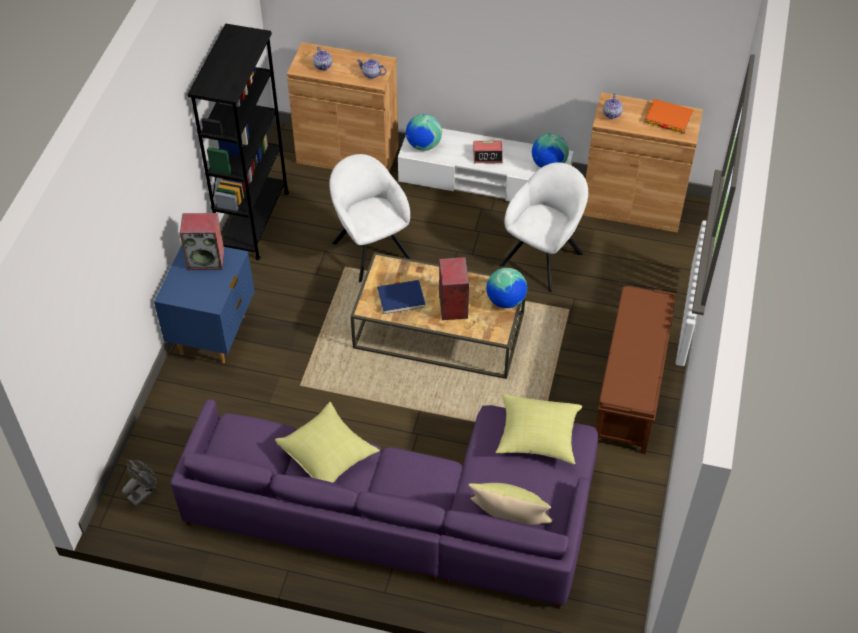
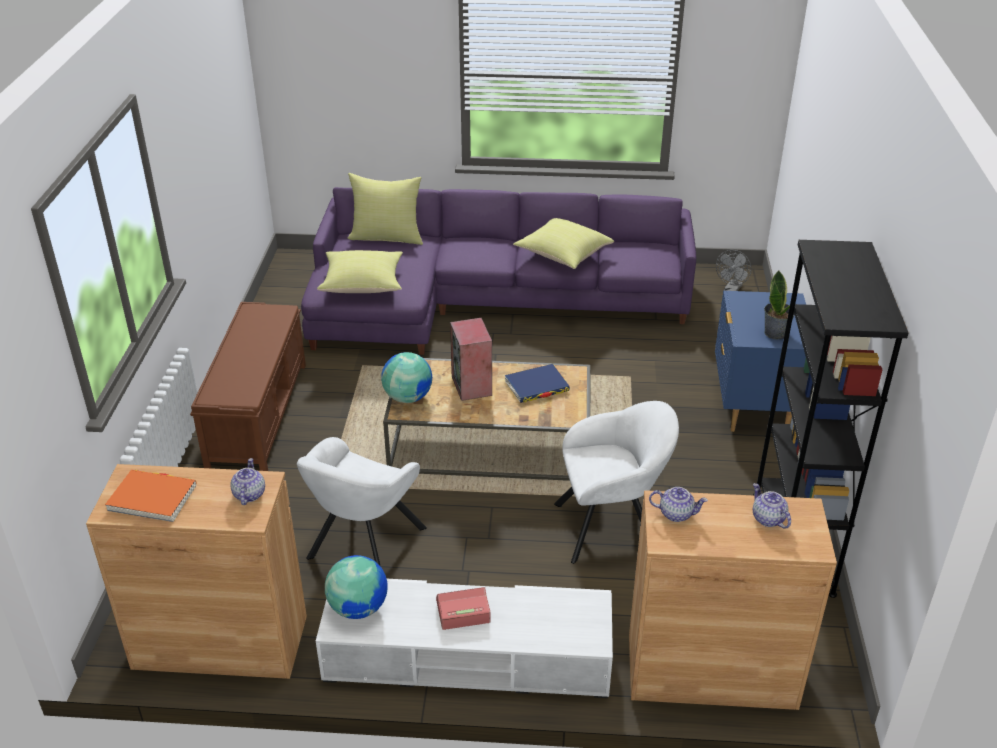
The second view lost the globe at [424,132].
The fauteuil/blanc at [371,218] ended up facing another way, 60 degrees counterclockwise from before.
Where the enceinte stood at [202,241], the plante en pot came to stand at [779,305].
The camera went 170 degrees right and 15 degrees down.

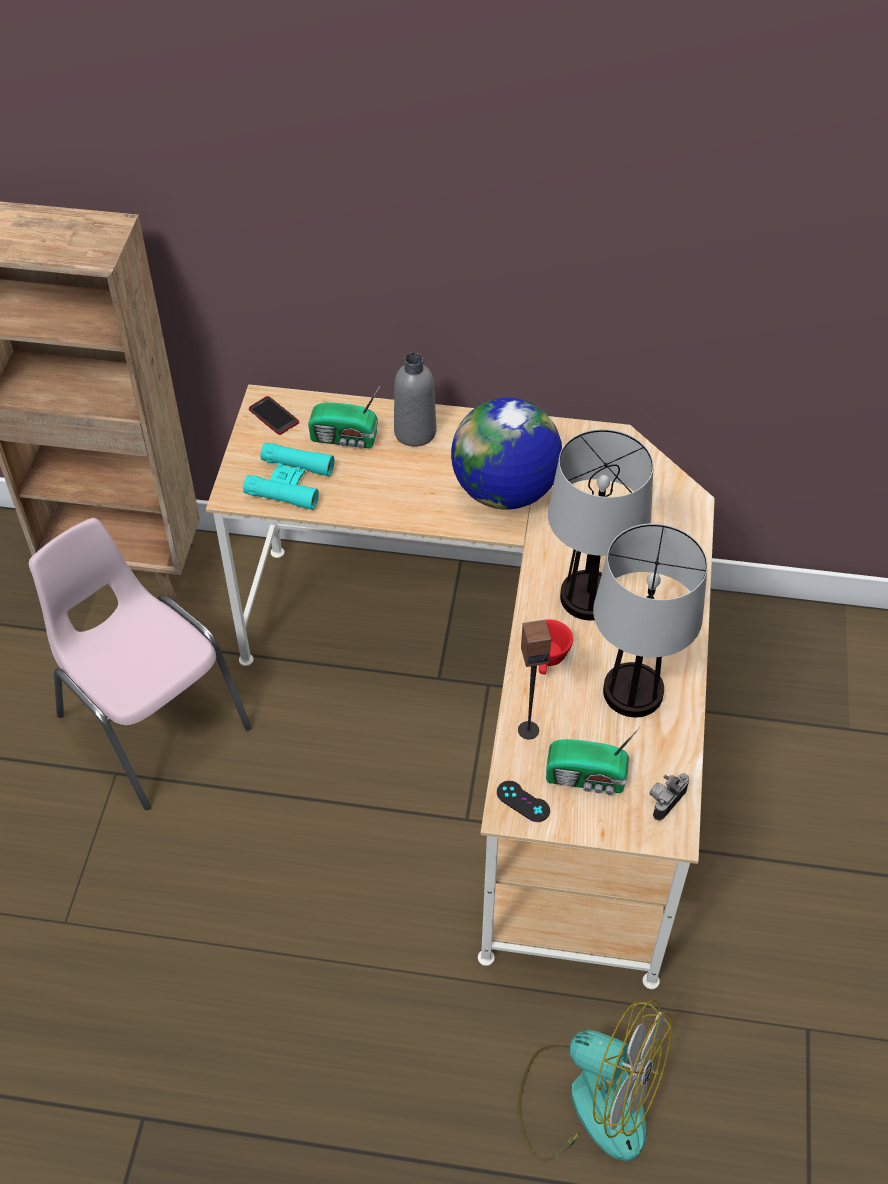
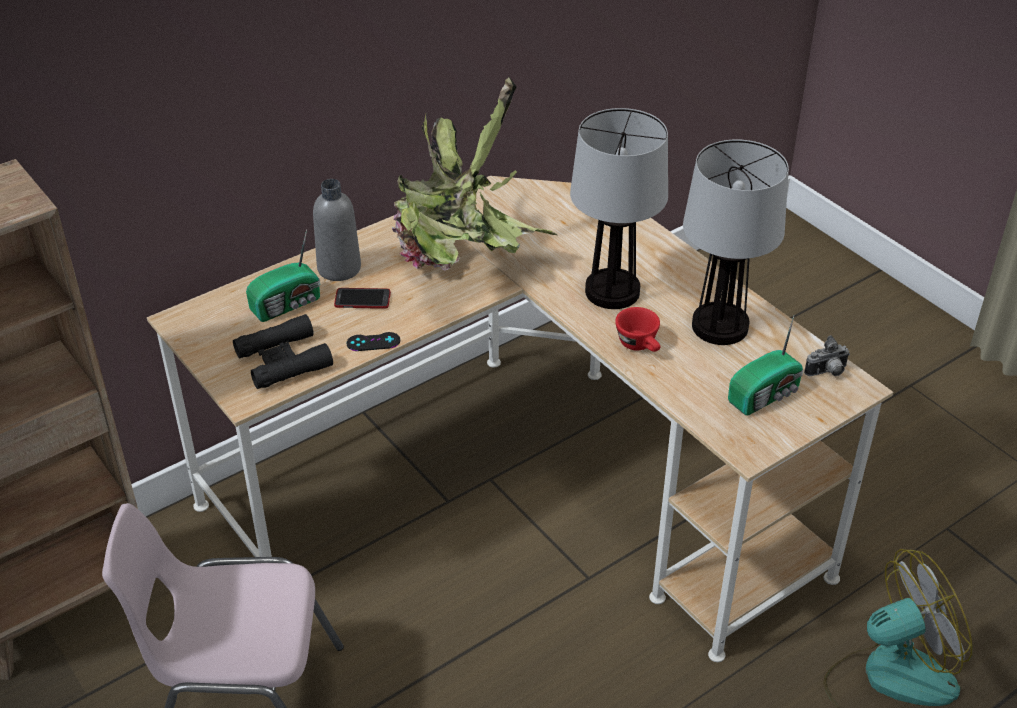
The téléphone ended up elsewhere, having gone from [274,415] to [362,298].
Where the globe stood at [506,454], the plante en pot came to stand at [474,174].
What was the jumelles/turquoise at [288,476] turned into the jumelles/noir at [283,351].
The second view lost the enceinte at [534,679].
The appareil photo at [669,797] ended up facing another way, 105 degrees counterclockwise from before.
The manette/noir ended up elsewhere, having gone from [523,801] to [373,341].
The camera went 45 degrees left and 10 degrees down.

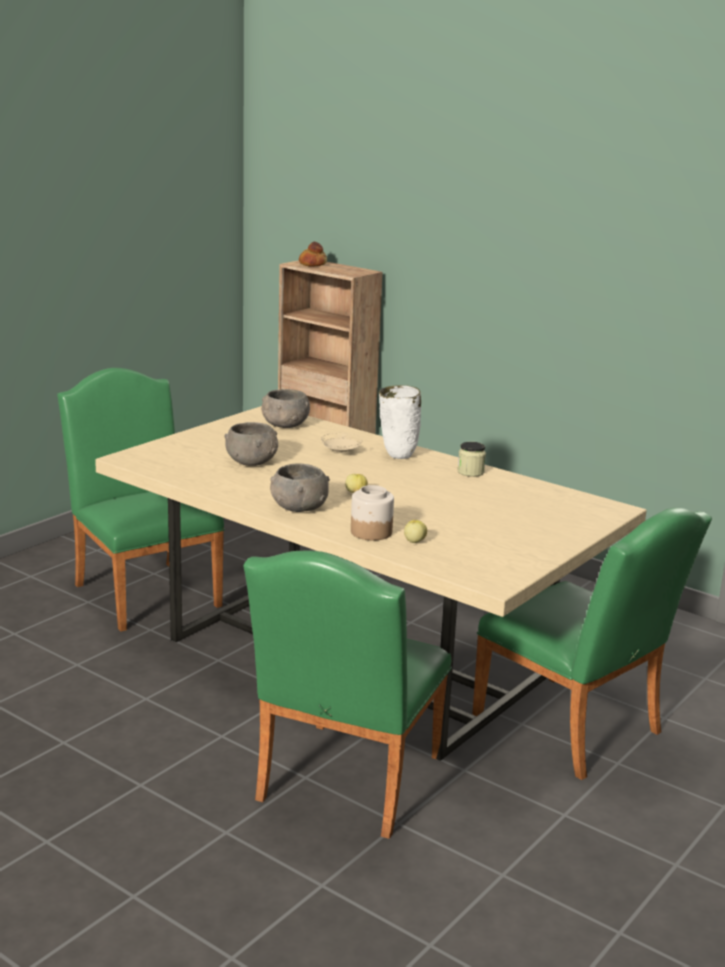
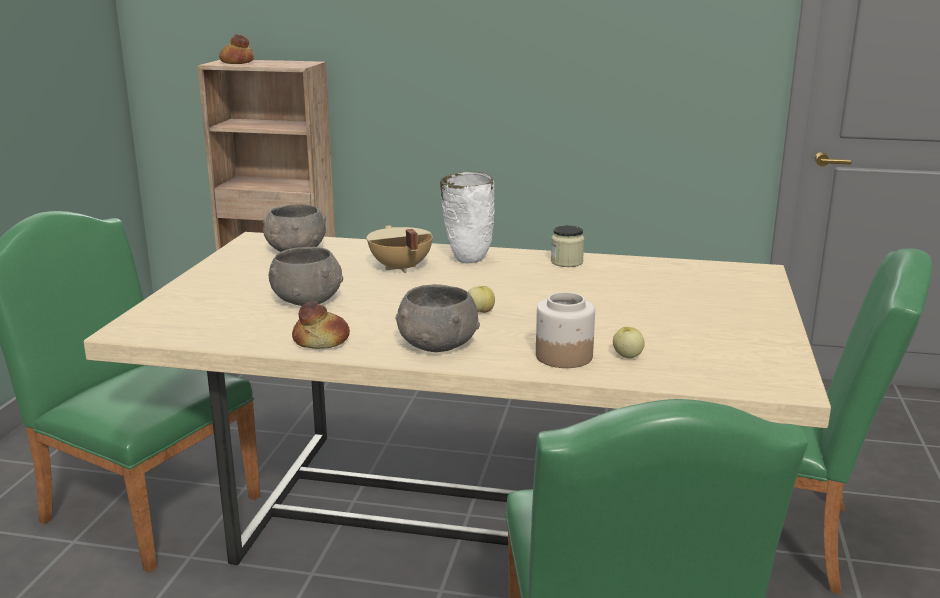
Where the assiette/beige stood at [342,443], the marmite/beige came to stand at [400,249].
The second view gained the pain at [321,325].
The camera went 25 degrees left and 0 degrees up.

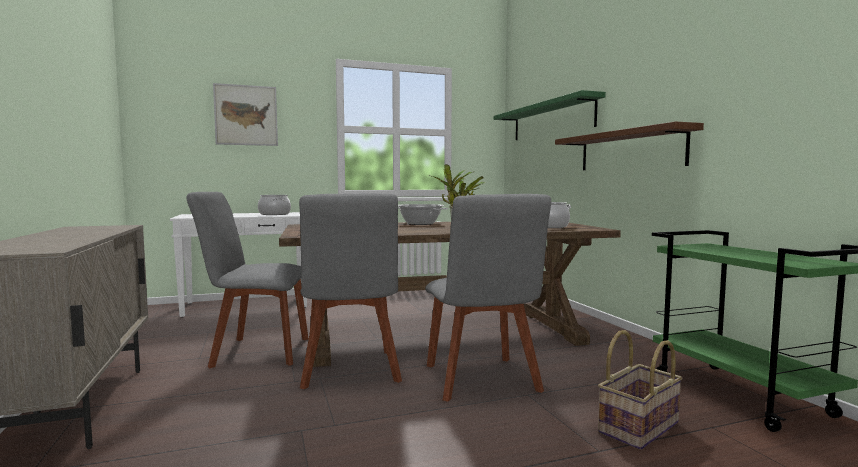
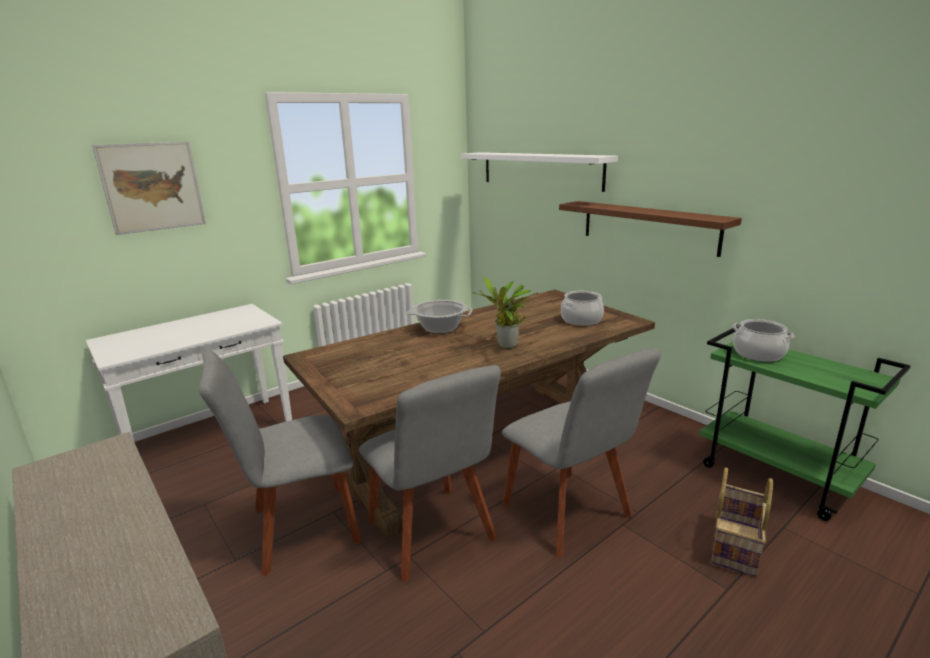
What was the étagère/vert at [550,115] turned into the étagère/blanc at [539,172].
The marmite ended up elsewhere, having gone from [274,205] to [763,340].
The camera went 20 degrees left and 15 degrees up.

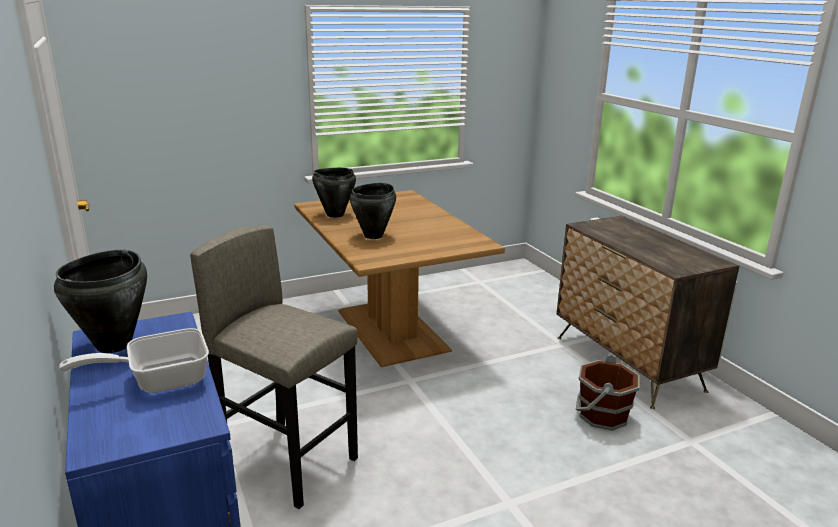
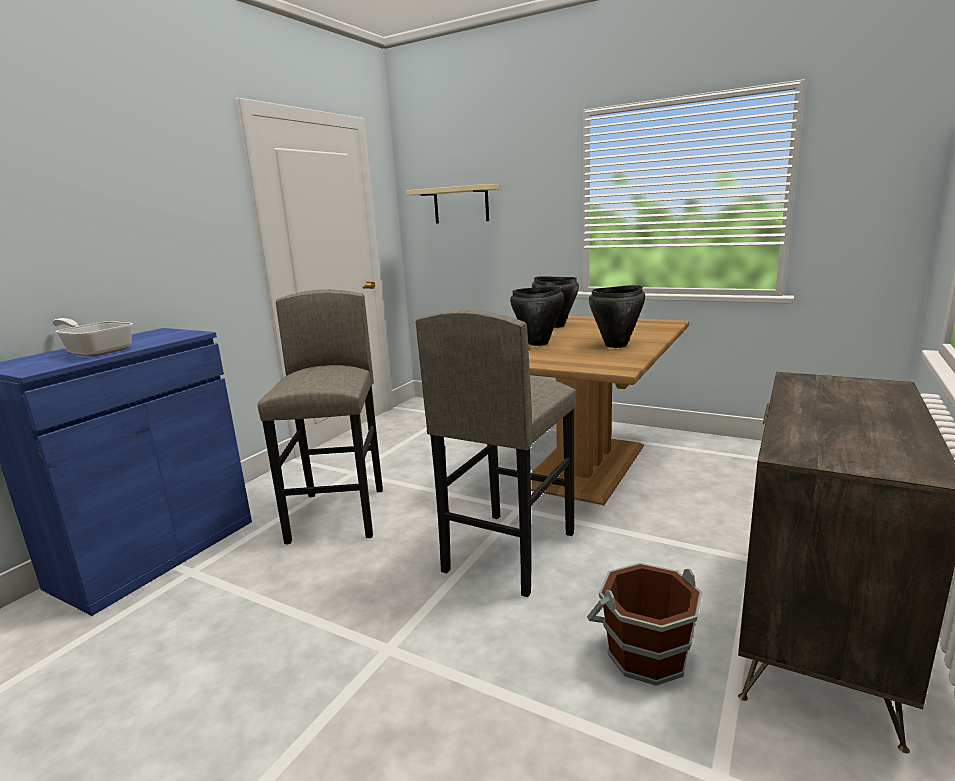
The marmite/noir ended up elsewhere, having gone from [100,301] to [617,316].
The second view gained the étagère/beige at [452,203].
The second view gained the tabouret/gris at [496,453].
The camera went 55 degrees right and 5 degrees down.

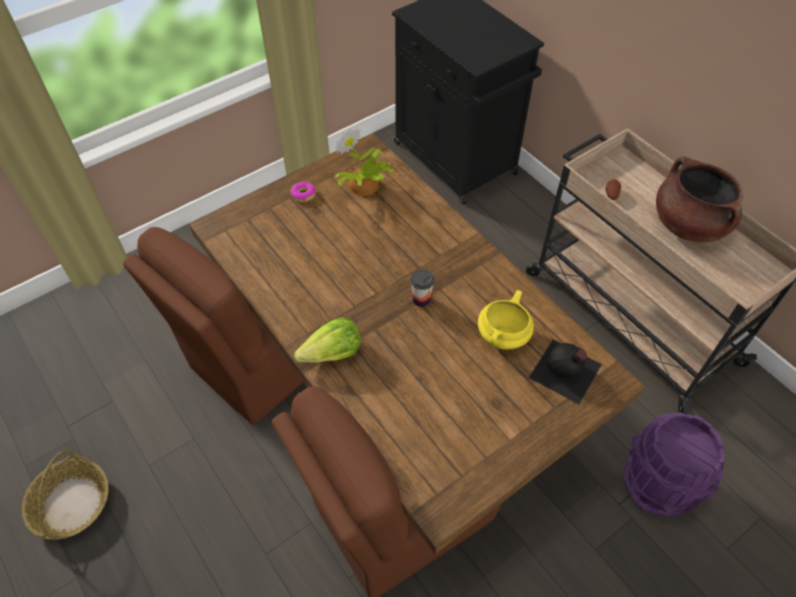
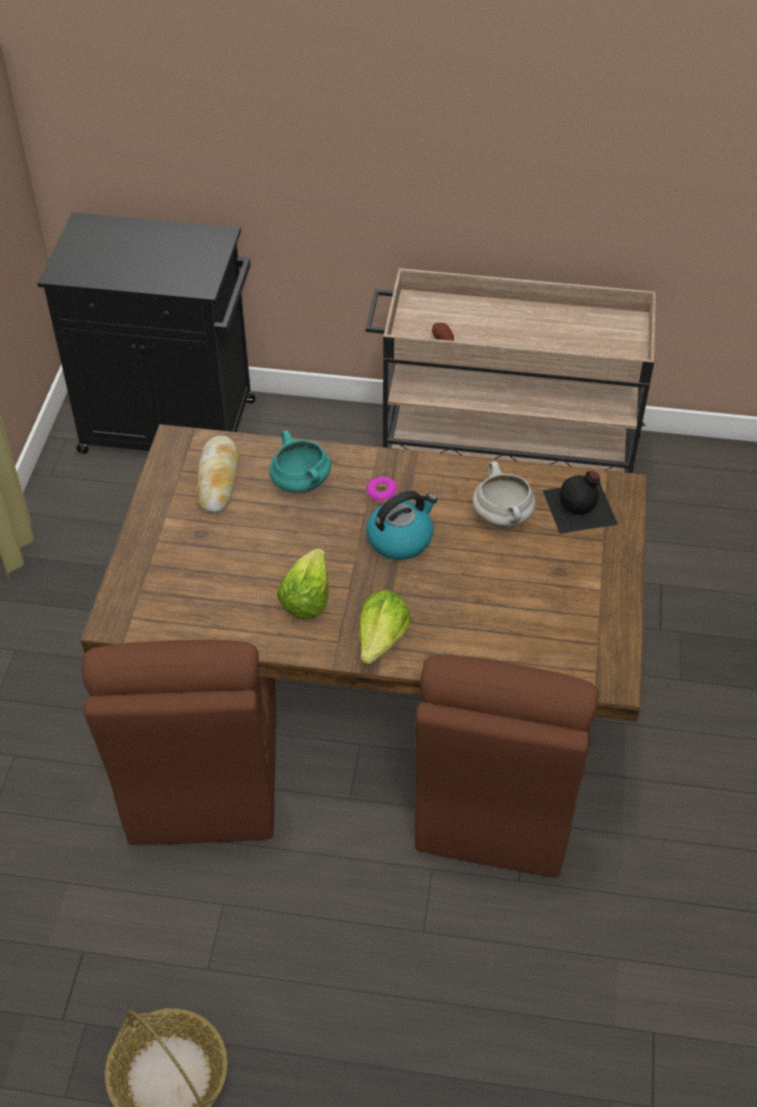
Where the plante en pot stood at [364,162], the pain came to stand at [217,474].
The second view lost the marmite/marron at [699,199].
The beignet ended up elsewhere, having gone from [303,192] to [381,490].
Where the tasse stood at [422,288], the bouilloire came to stand at [401,525].
What was the marmite/jaune at [506,320] turned into the marmite/blanc at [504,494].
The second view lost the seau/violet at [674,464].
The second view gained the marmite/turquoise at [300,461].
The second view gained the laitue at [303,583].
The camera went 45 degrees left and 5 degrees down.

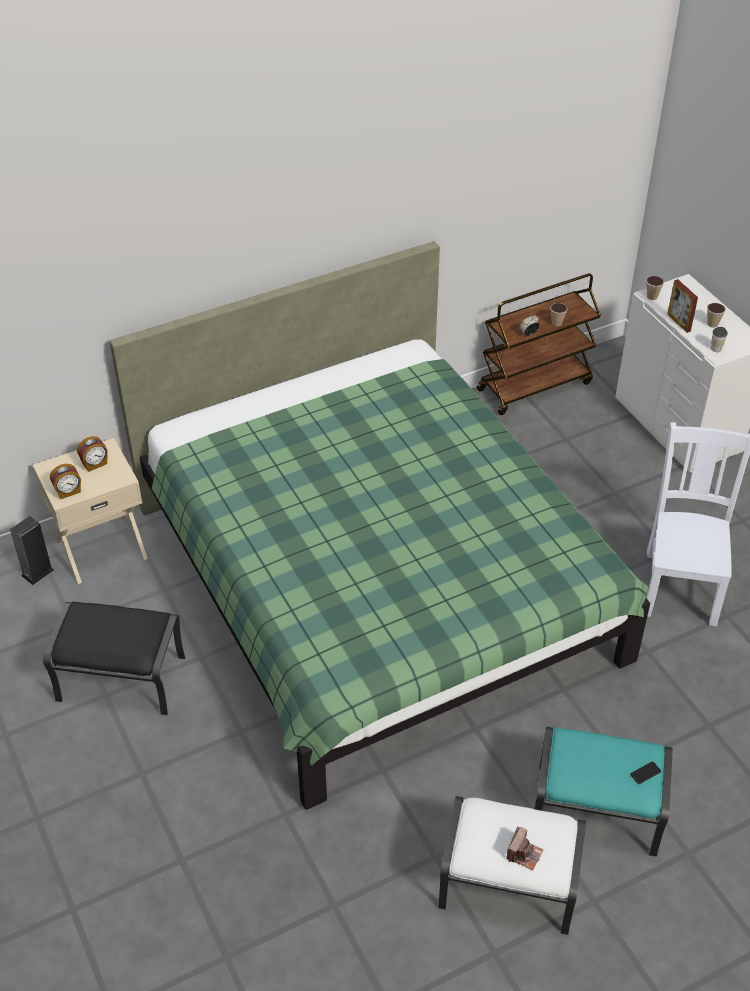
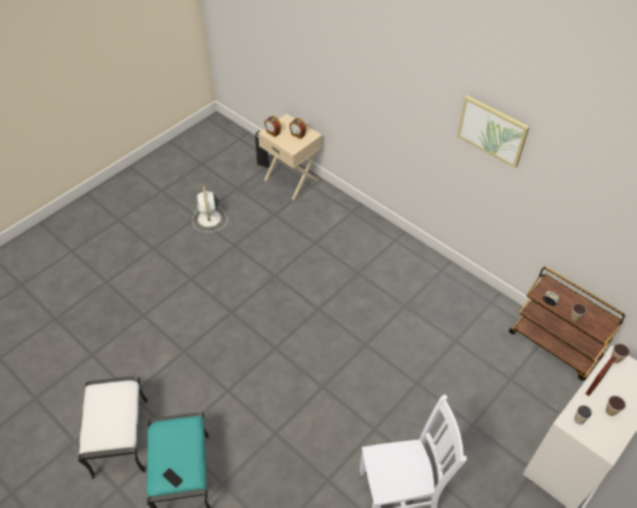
The second view lost the lit/vert at [379,525].
Where the pouf/noir stood at [114,659], the ventilateur/blanc came to stand at [210,208].
The second view lost the appareil photo at [524,848].
The second view gained the tableau at [493,131].
The camera went 70 degrees right and 5 degrees up.

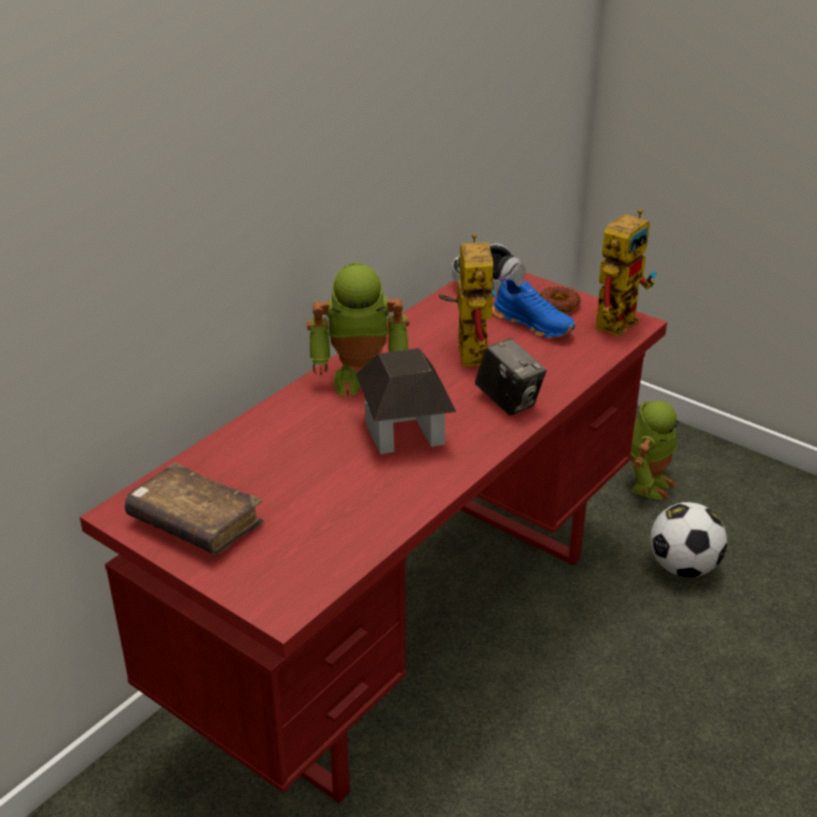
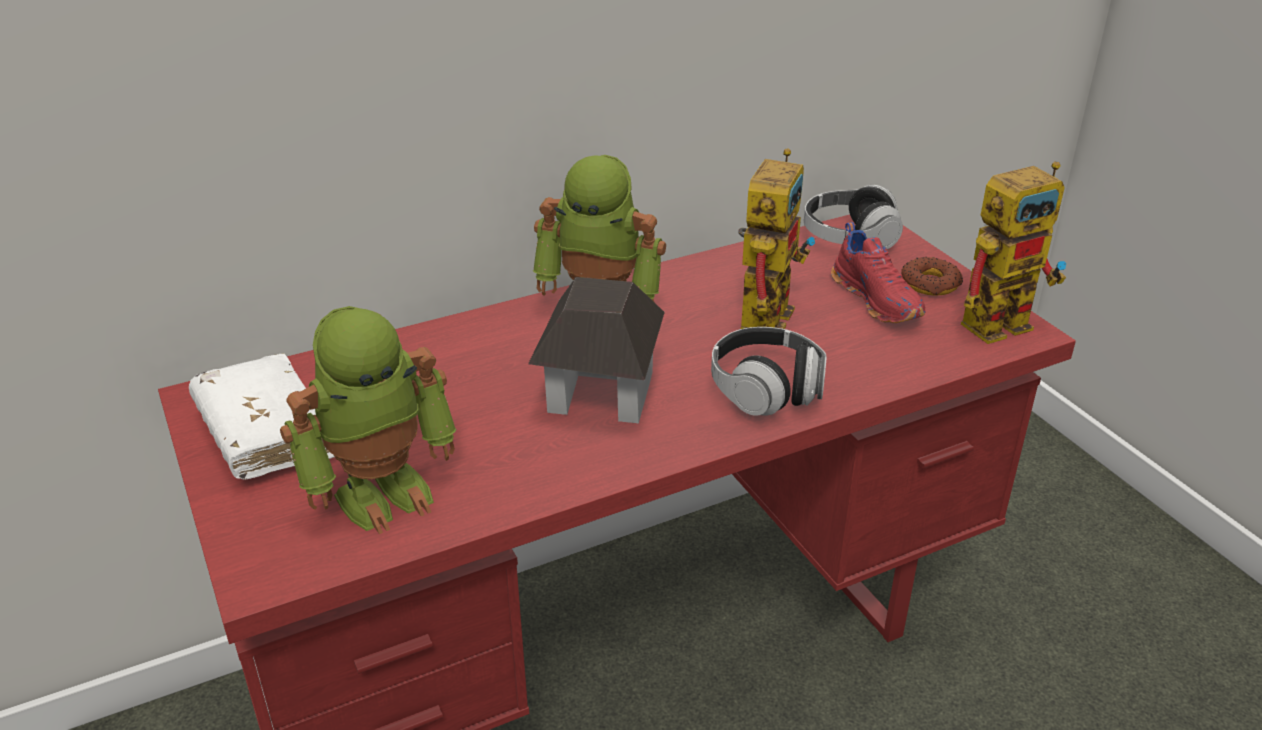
What was the chaussure/bleu at [533,306] turned into the chaussure/rouge at [878,272].
Where the appareil photo stood at [511,376], the casque audio came to stand at [768,371].
The robot jouet ended up elsewhere, having gone from [654,450] to [368,420].
What was the livre/marron at [194,509] turned into the livre/blanc at [261,416].
The second view lost the ballon de foot at [688,540].
The camera went 25 degrees right and 0 degrees up.

